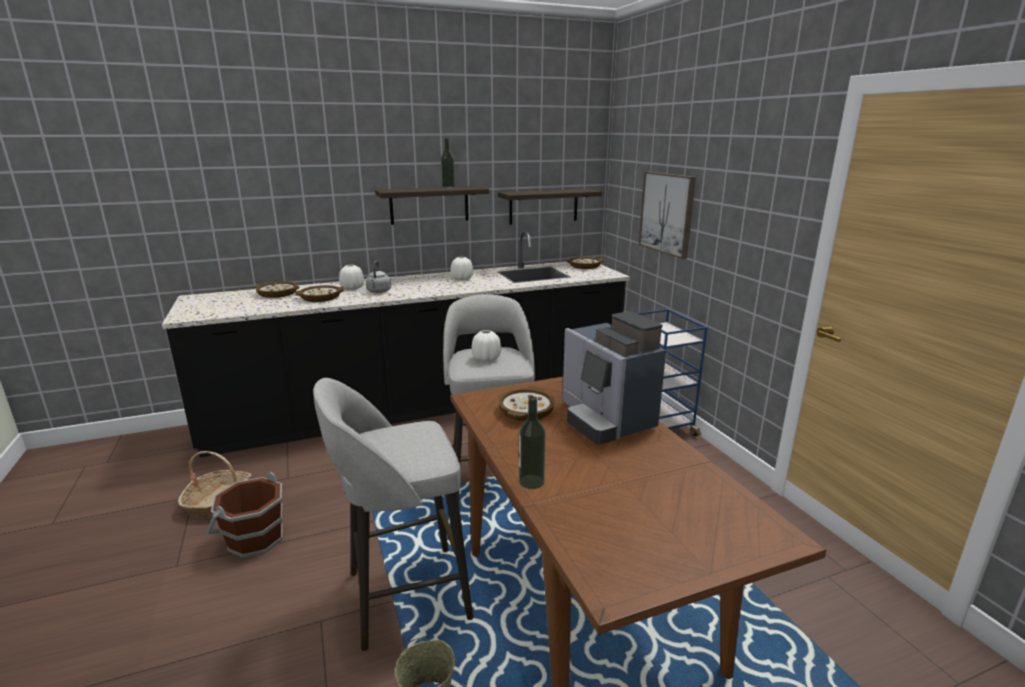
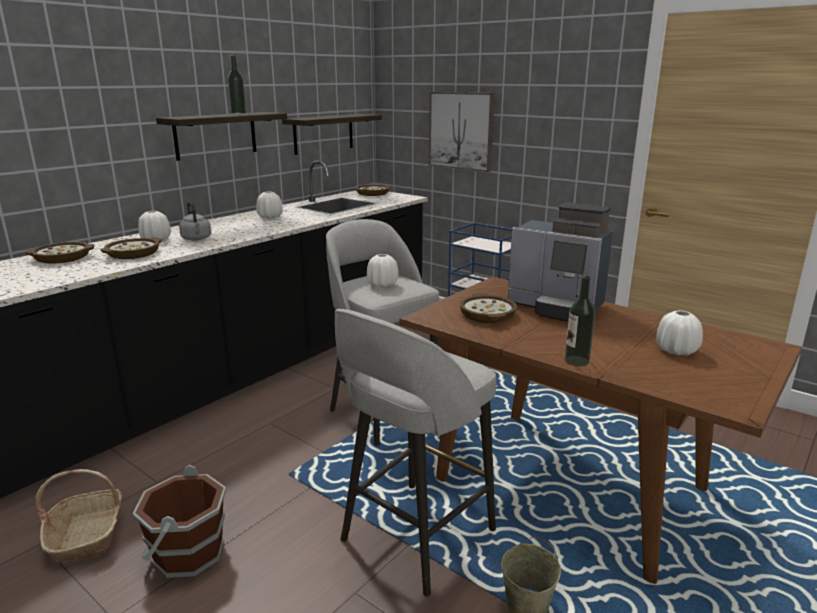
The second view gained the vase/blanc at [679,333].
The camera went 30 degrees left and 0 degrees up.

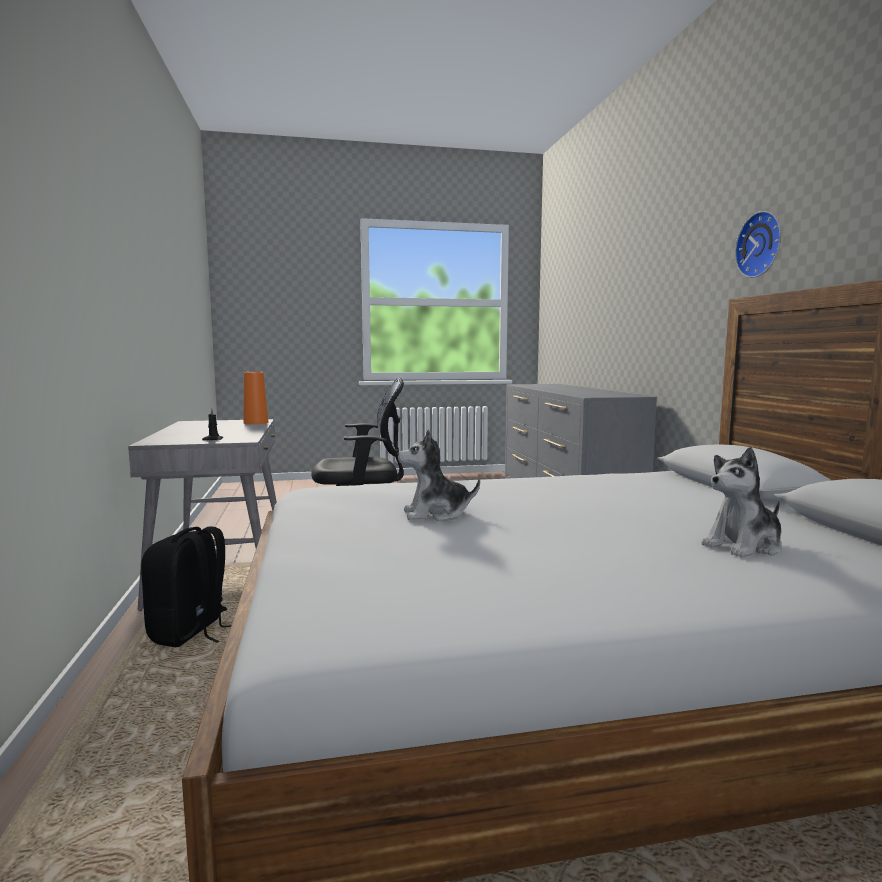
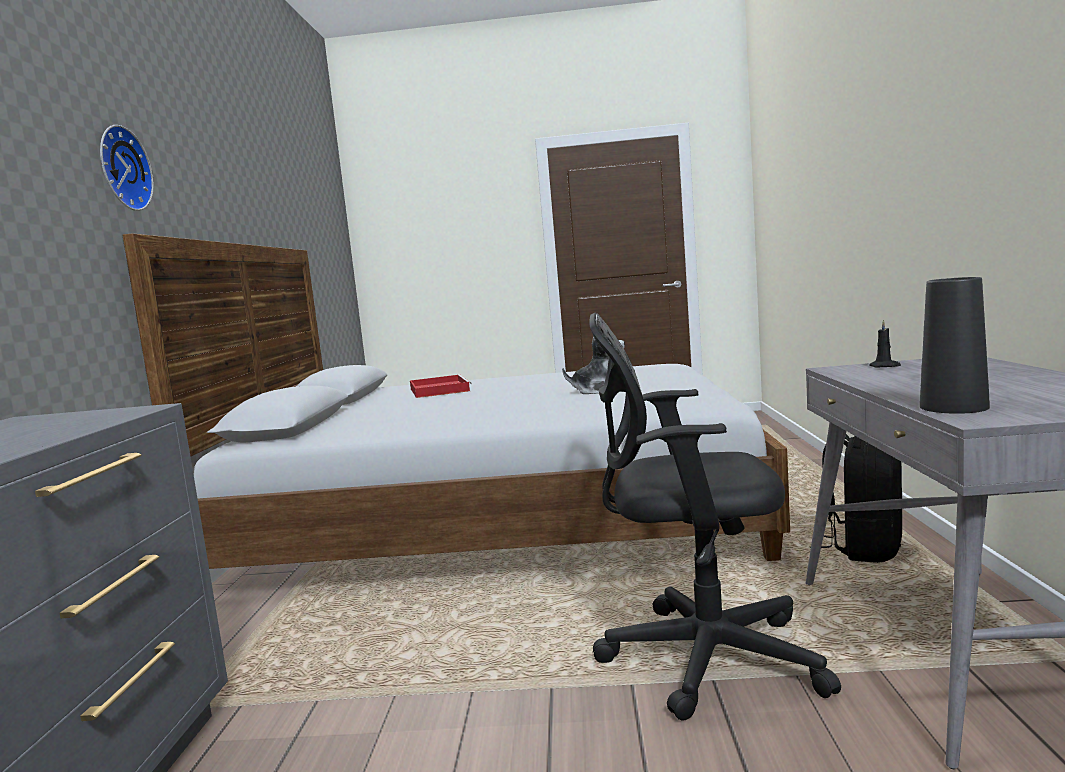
What was the vase/orange at [255,398] turned into the vase/noir at [955,345].
Where the peluche stood at [741,502], the plateau/rouge came to stand at [441,386].
The camera went 165 degrees left and 0 degrees up.

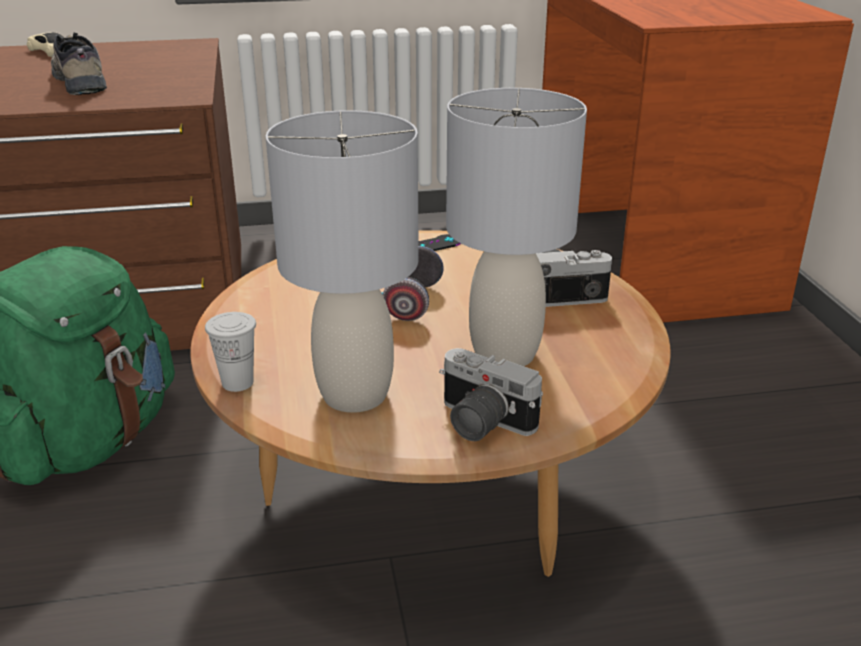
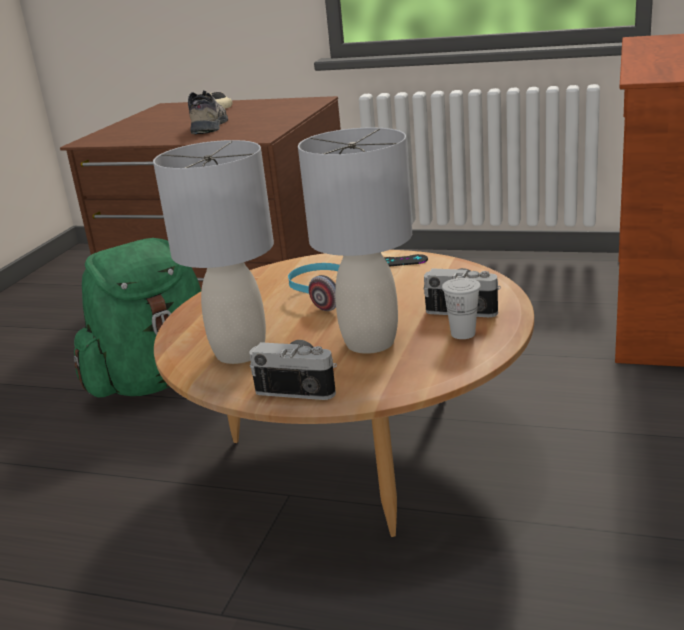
The tasse/blanc ended up elsewhere, having gone from [230,352] to [461,308].
The appareil photo at [491,394] ended up facing another way, 135 degrees clockwise from before.
The camera went 30 degrees right and 5 degrees down.

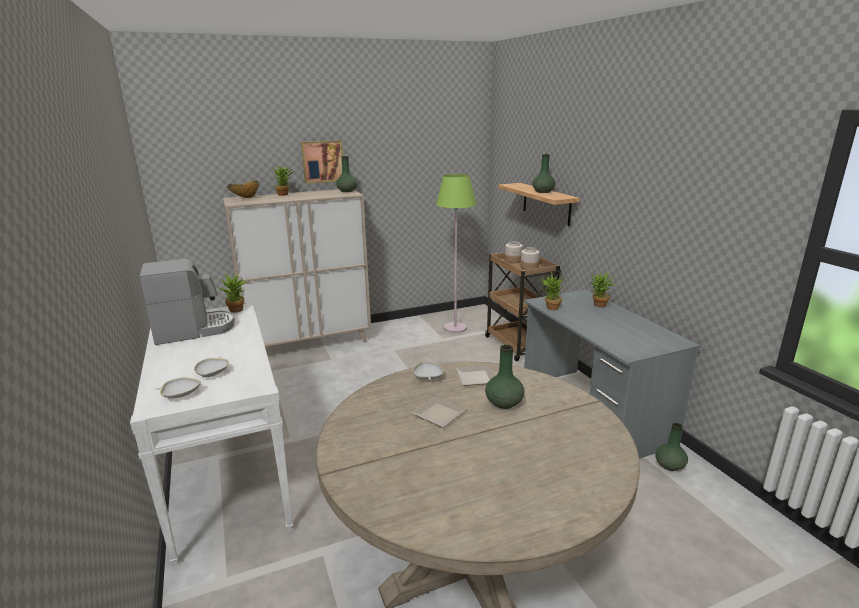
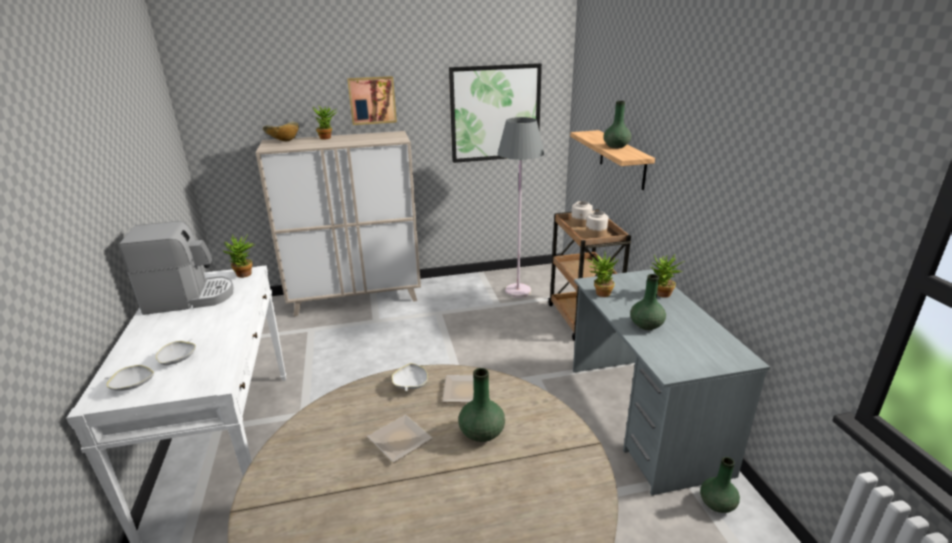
The vase/vert ended up elsewhere, having gone from [346,174] to [648,302].
What was the lampadaire/vert at [456,253] turned into the lampadaire/gris at [520,207].
The second view gained the tableau at [495,113].
The camera went 10 degrees right and 5 degrees up.

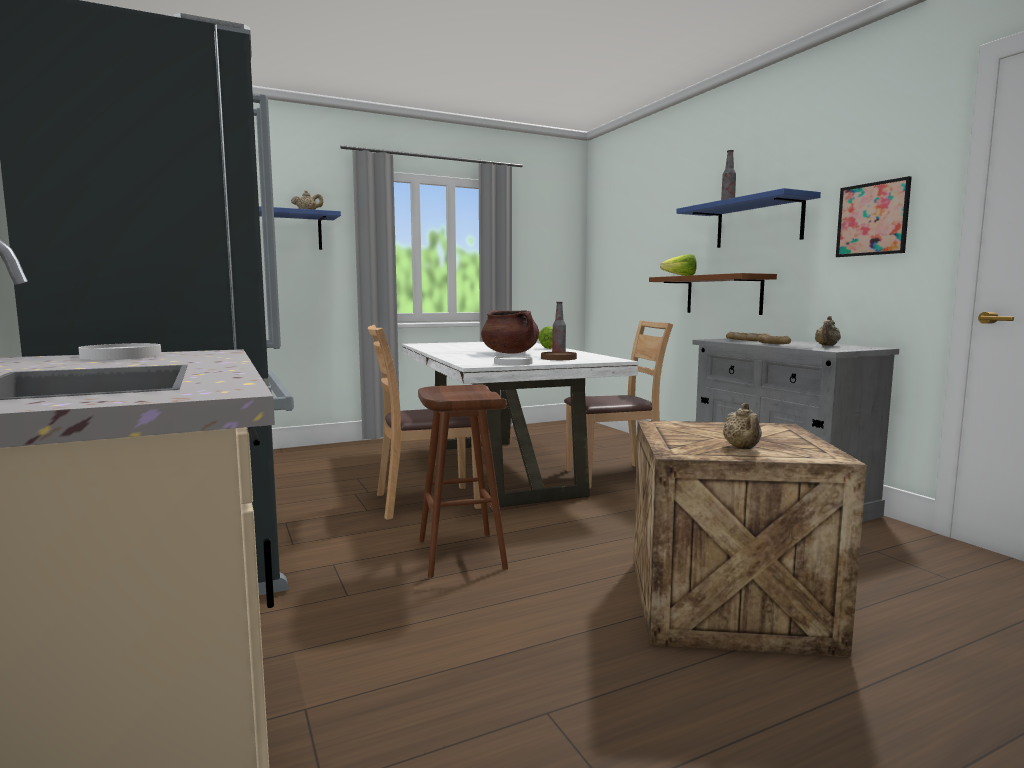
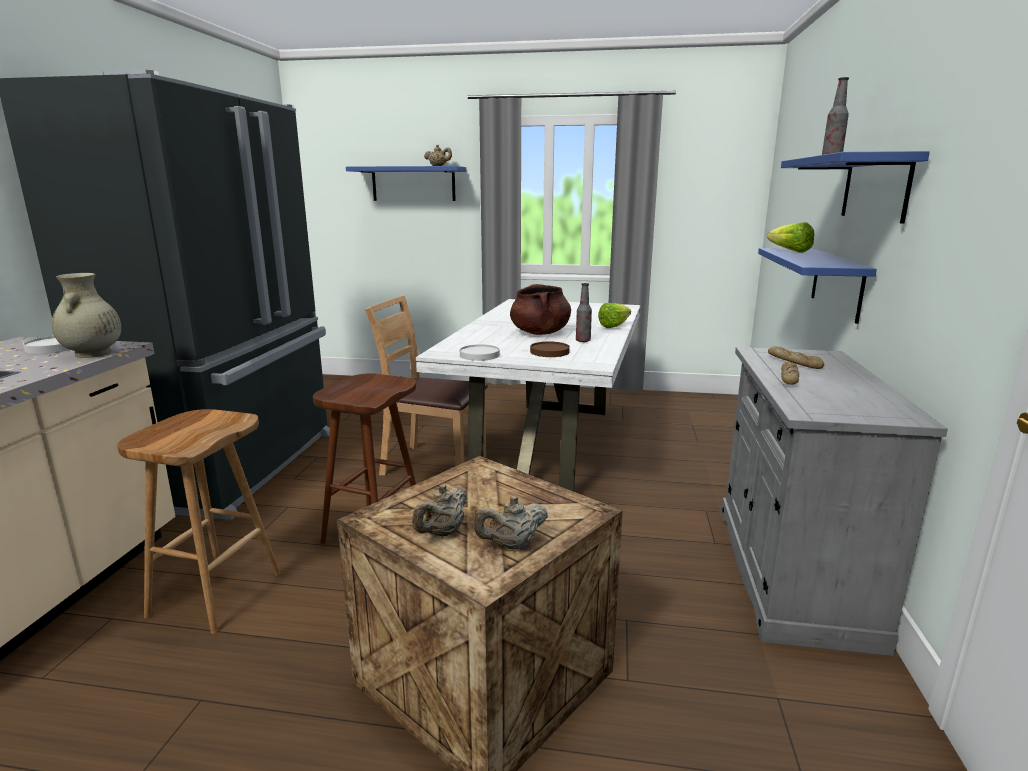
The second view lost the tableau at [874,216].
What was the étagère/marron at [713,294] turned into the étagère/bleu at [817,286].
The théière/beige ended up elsewhere, having gone from [828,331] to [511,522].
The second view lost the chaise/marron at [618,404].
The second view gained the vase/beige at [86,315].
The second view gained the tabouret/marron at [199,521].
The camera went 35 degrees right and 10 degrees up.

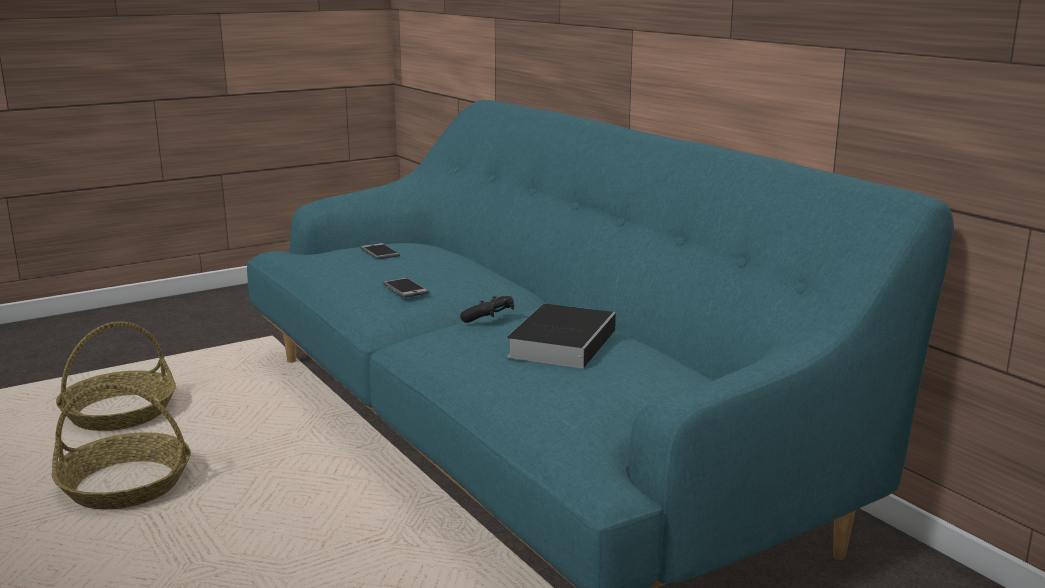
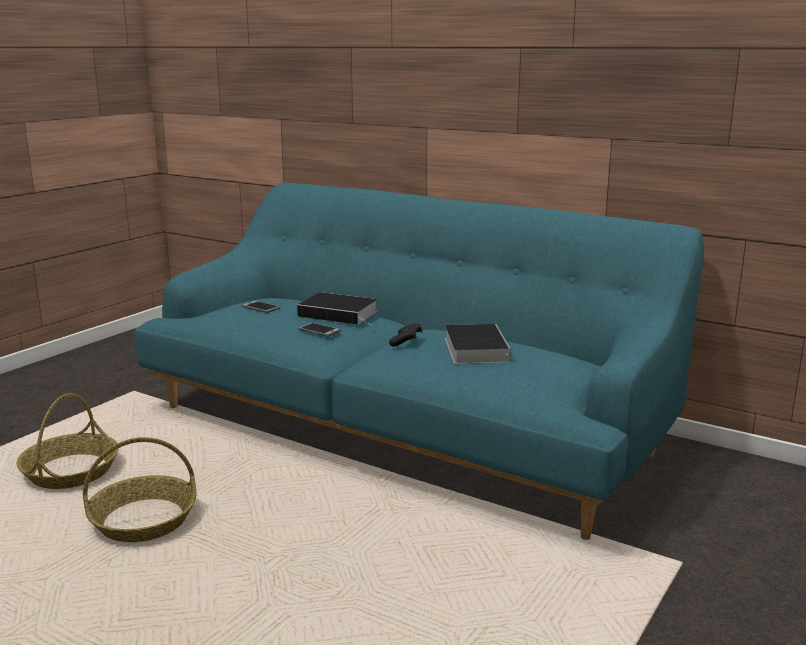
The second view gained the livre at [337,308].
The camera went 25 degrees left and 0 degrees up.

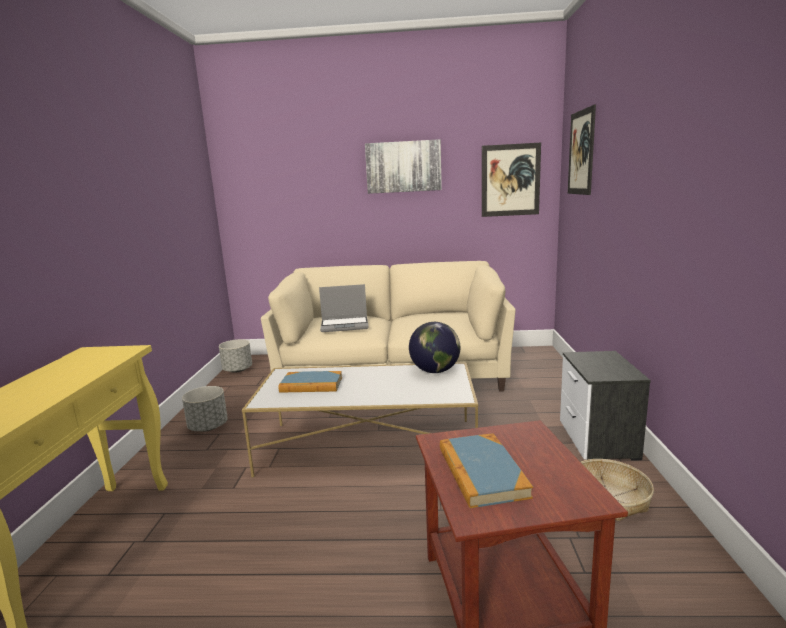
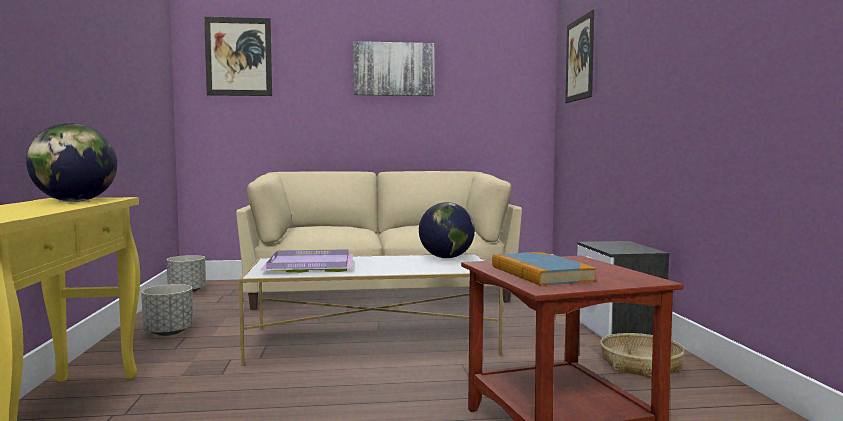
The tableau ended up elsewhere, having gone from [511,180] to [238,56].
The second view lost the ordinateur portable at [344,308].
Where the livre stood at [310,382], the plateau/violet came to stand at [306,261].
The second view gained the globe at [71,162].
The camera went 10 degrees left and 10 degrees down.

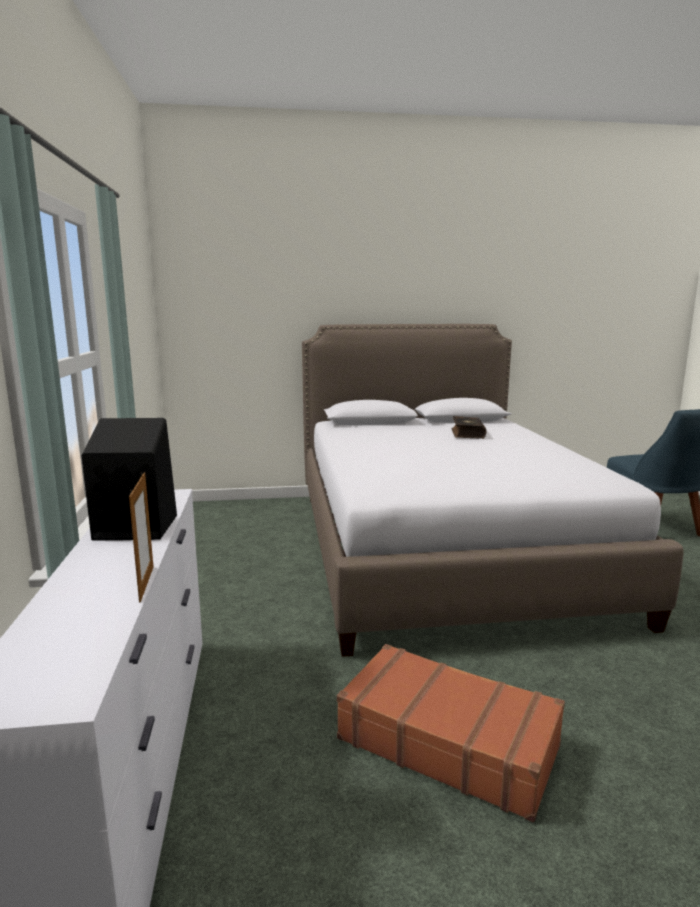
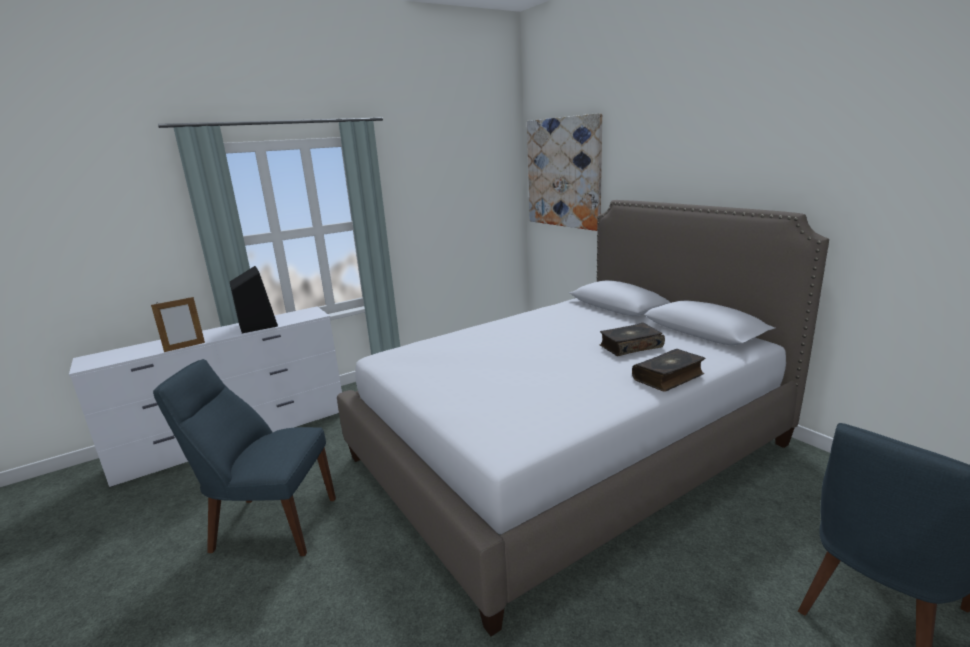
Where the valise/marron stood at [451,733], the chaise/bleu came to stand at [244,457].
The second view gained the tableau at [564,172].
The second view gained the livre at [668,370].
The camera went 65 degrees right and 5 degrees up.

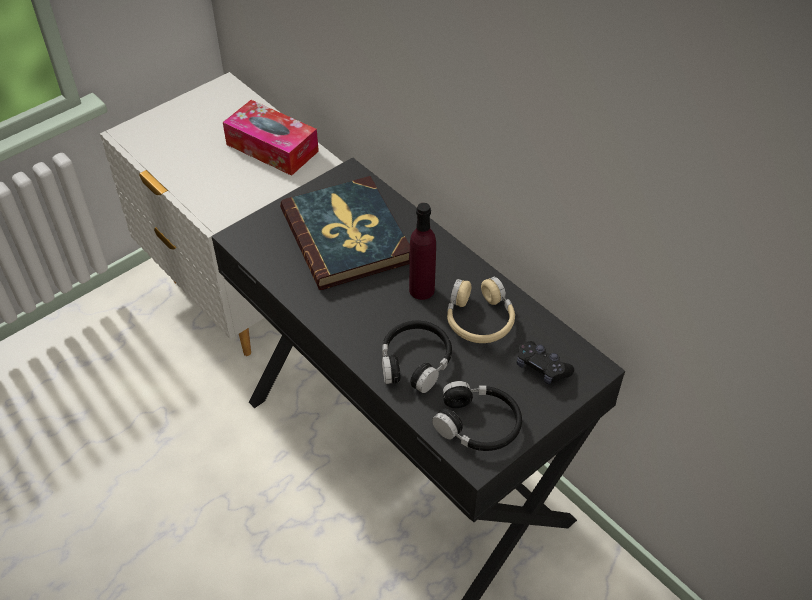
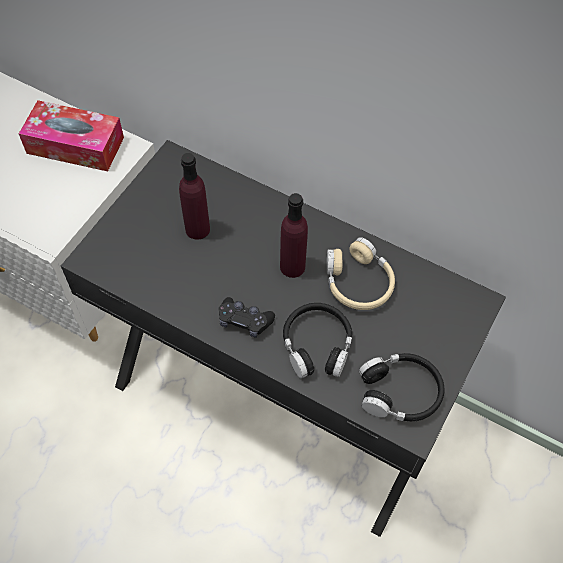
Where the livre stood at [345,233], the bouteille/violet came to stand at [194,196].
The manette/noir ended up elsewhere, having gone from [545,363] to [247,317].
The camera went 20 degrees left and 10 degrees up.

